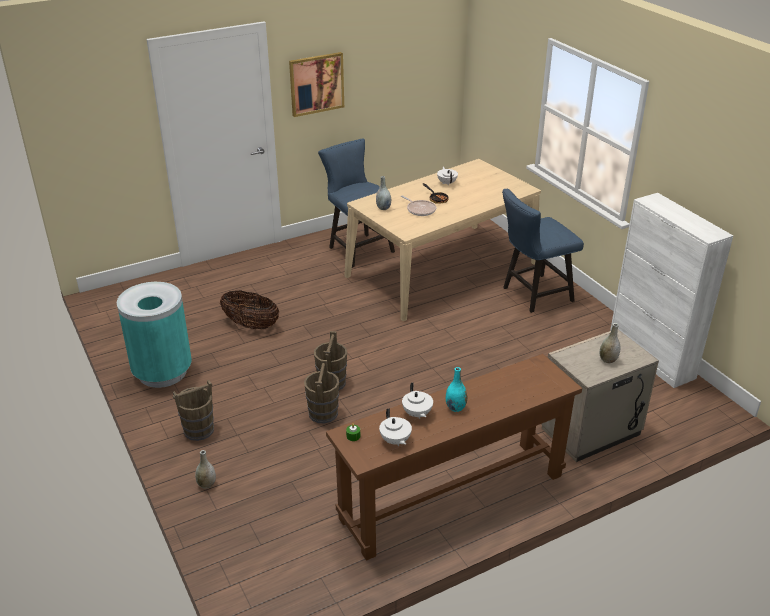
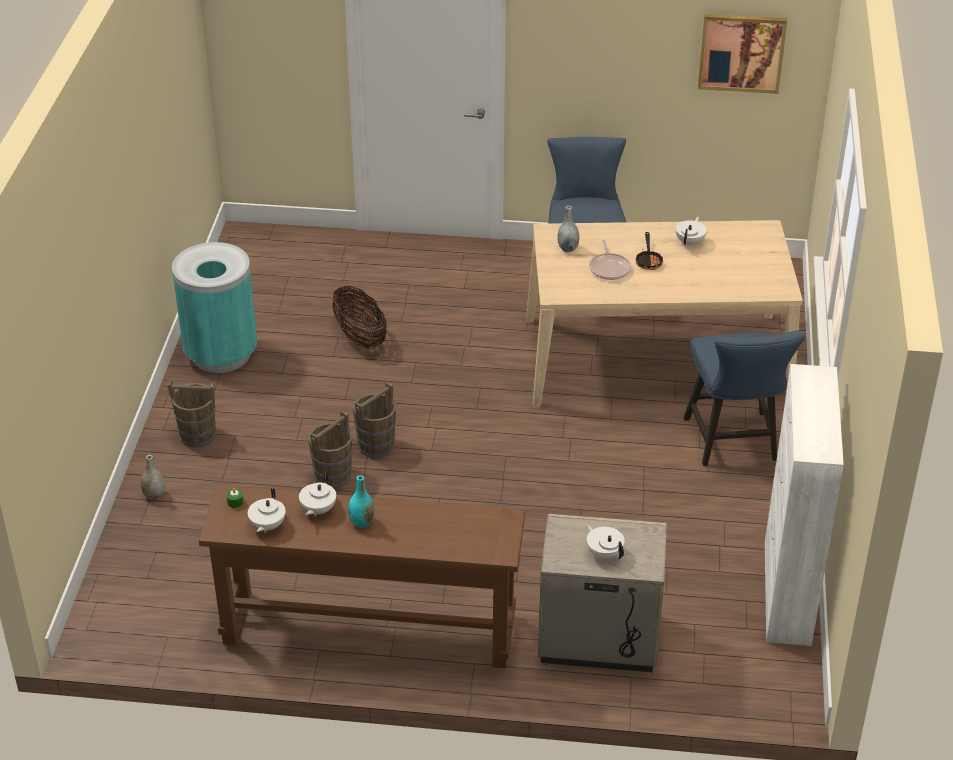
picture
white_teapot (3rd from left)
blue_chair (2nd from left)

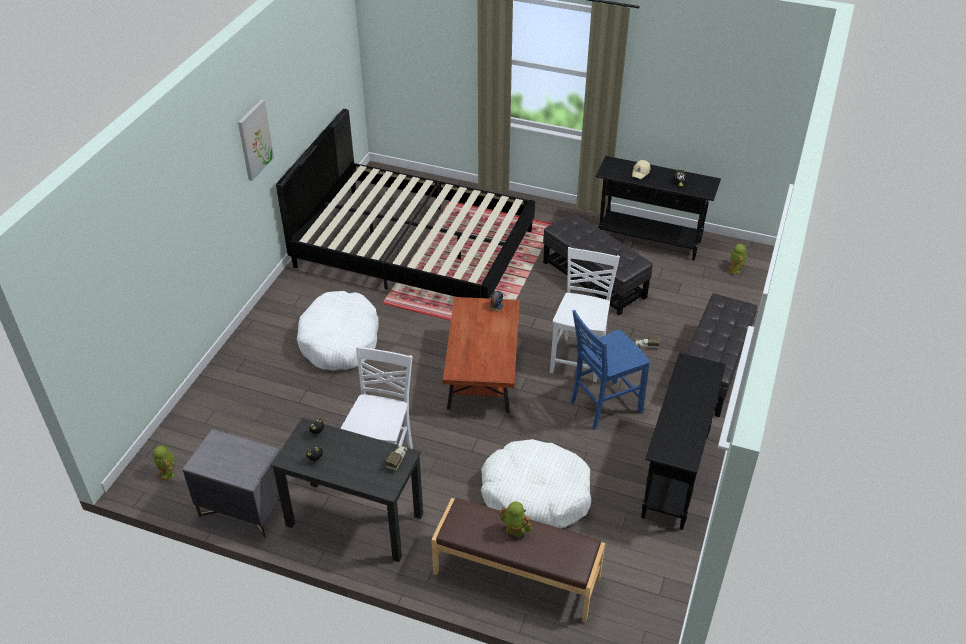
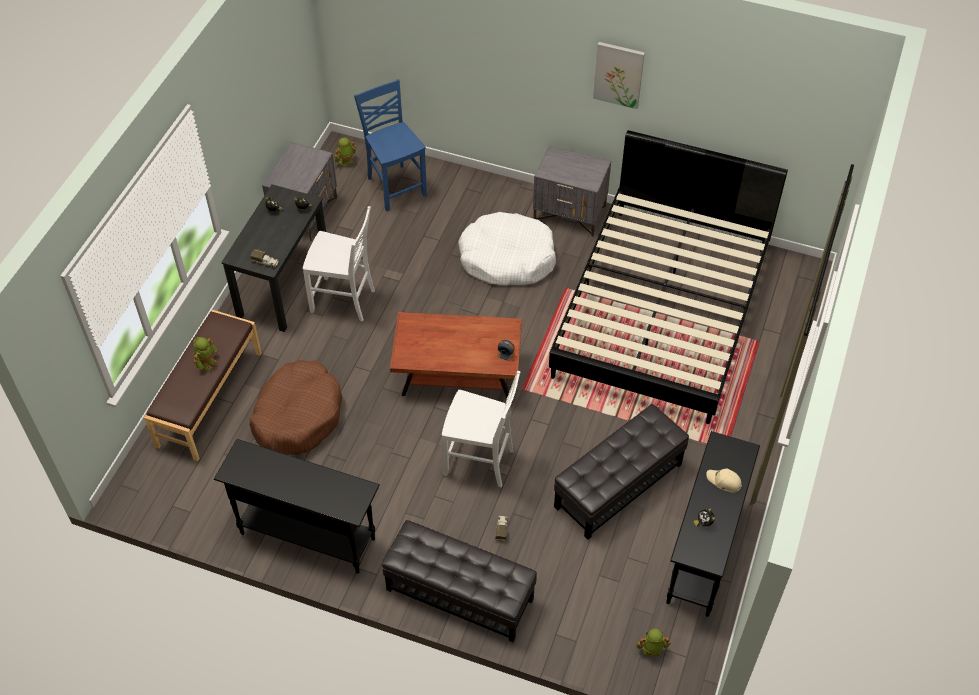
grey_nightstand (2nd from left)
blue_chair
brown_dog_bed

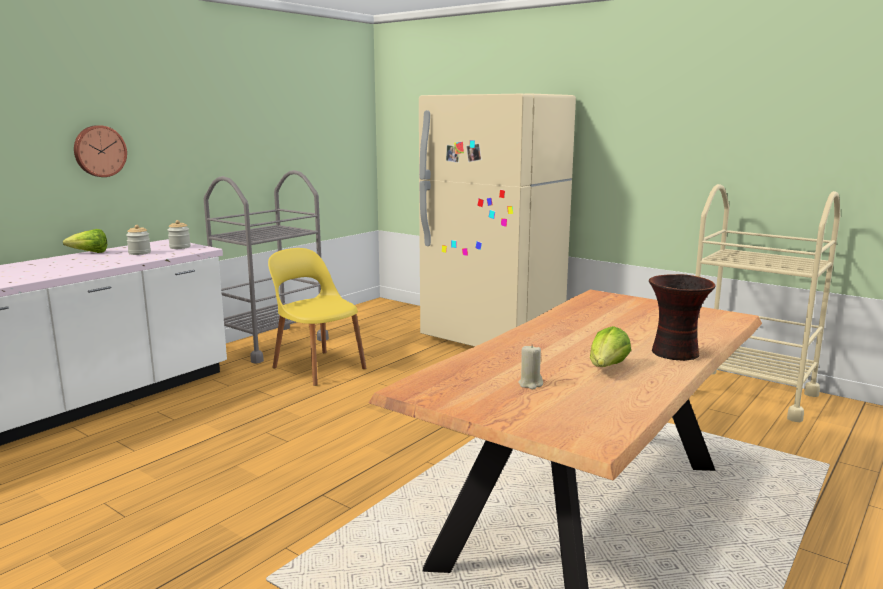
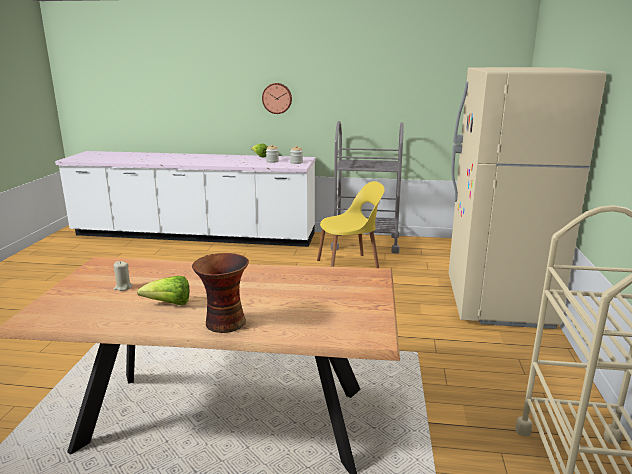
yellow_chair

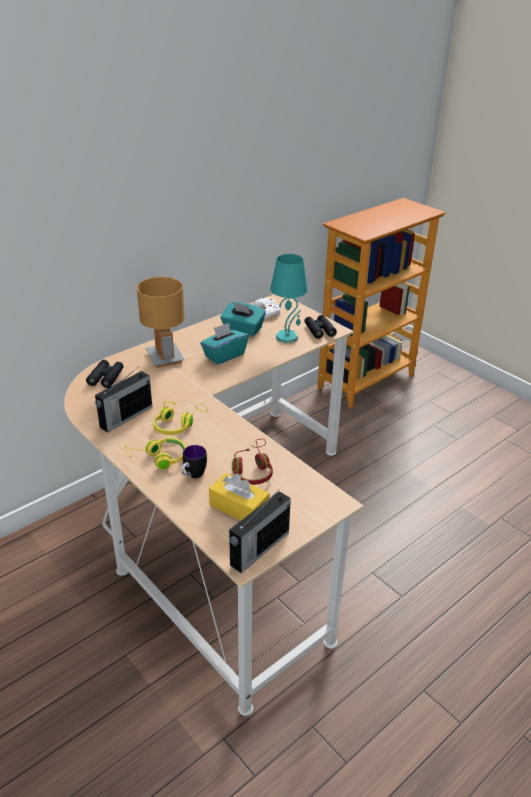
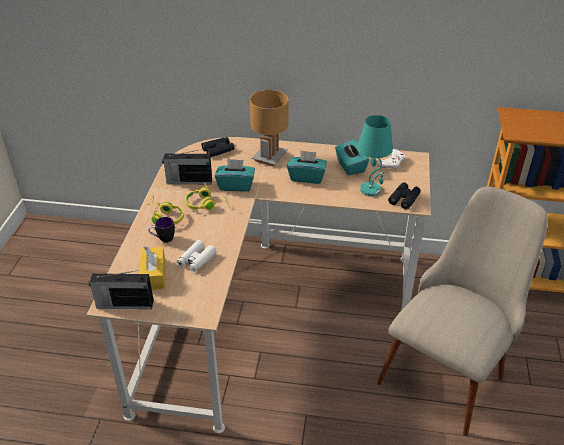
turquoise_tissue_box (1st from left)
beige_chair
white_binoculars

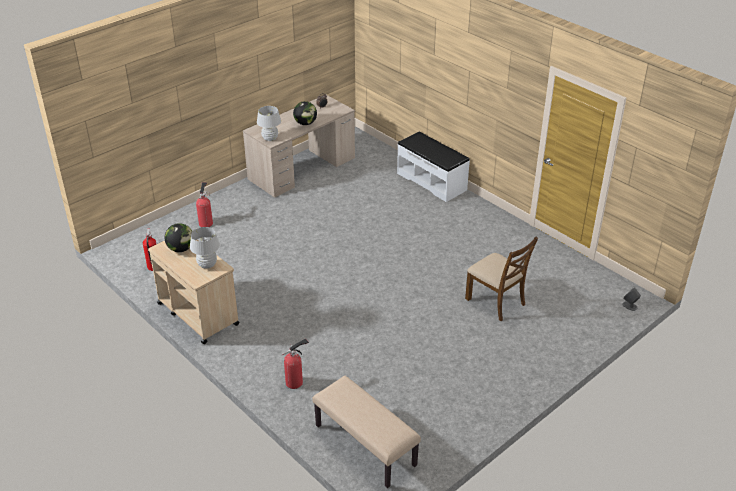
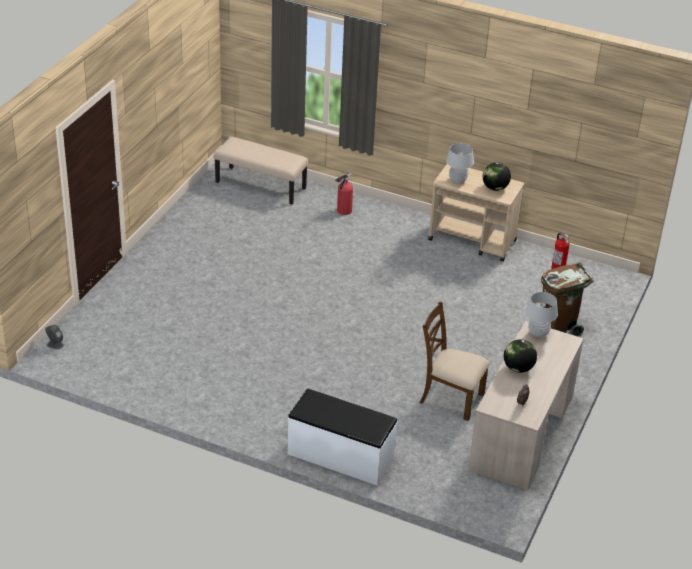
brown_chair
brown_trash_can

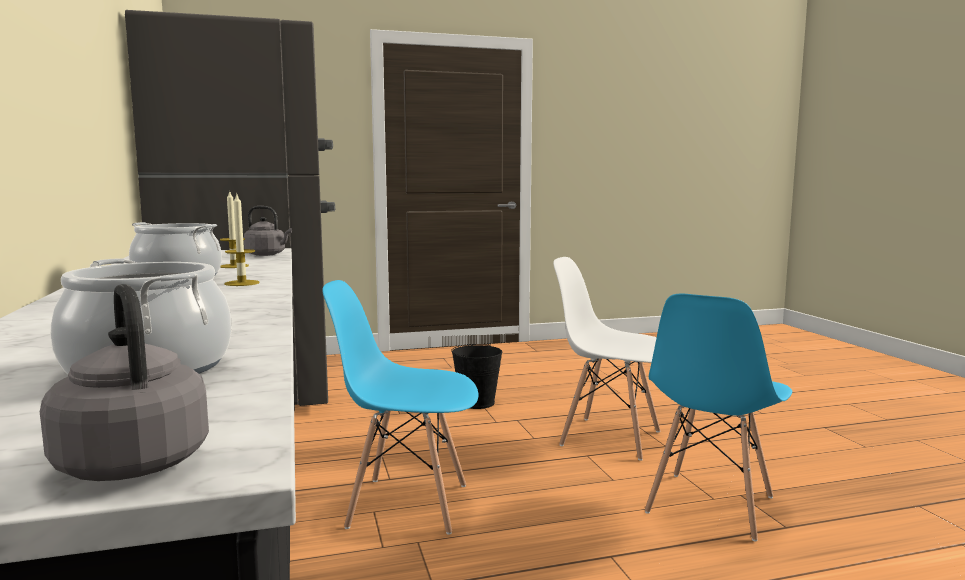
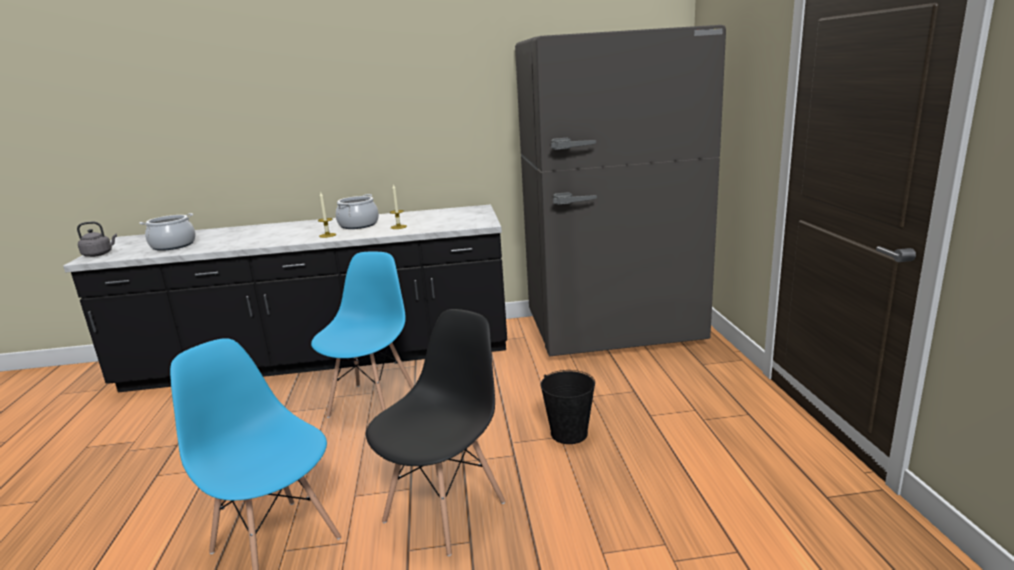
grey_kettle (2nd from left in the first image)
black_chair

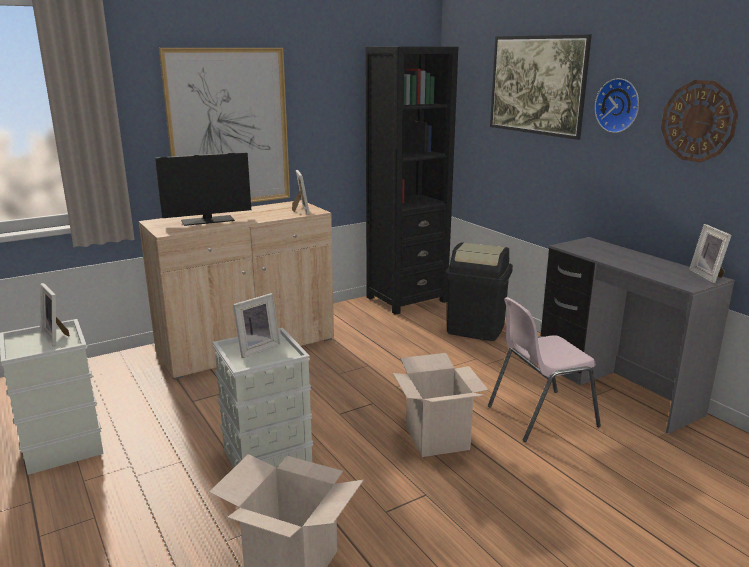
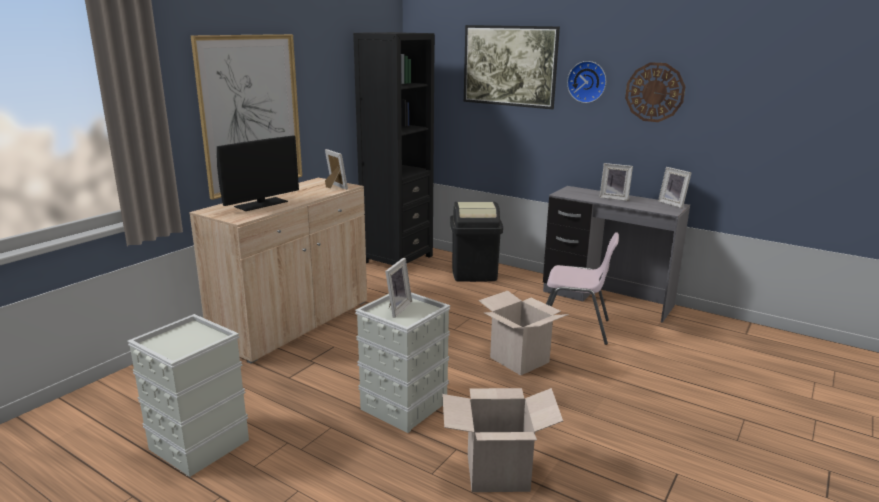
picture_frame (3rd from left)
pink_chair

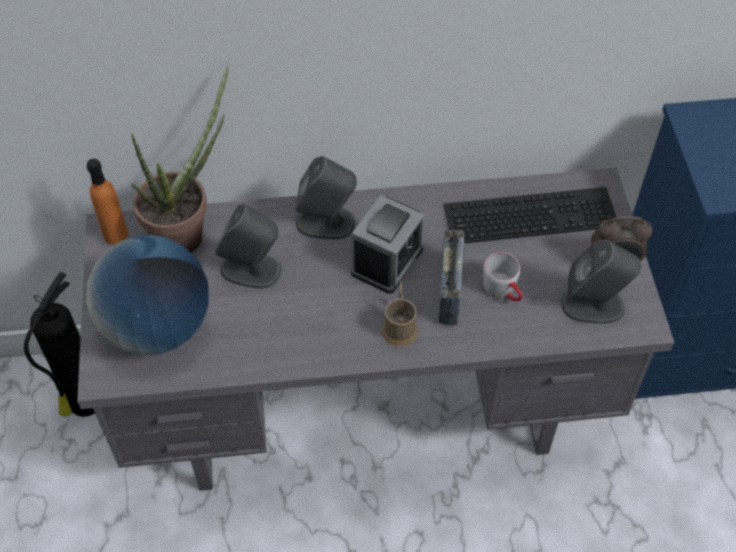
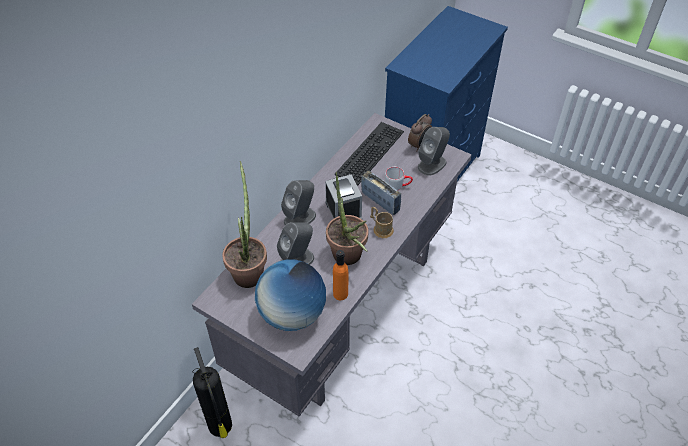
potted_plant (2nd from left)
orange_bottle

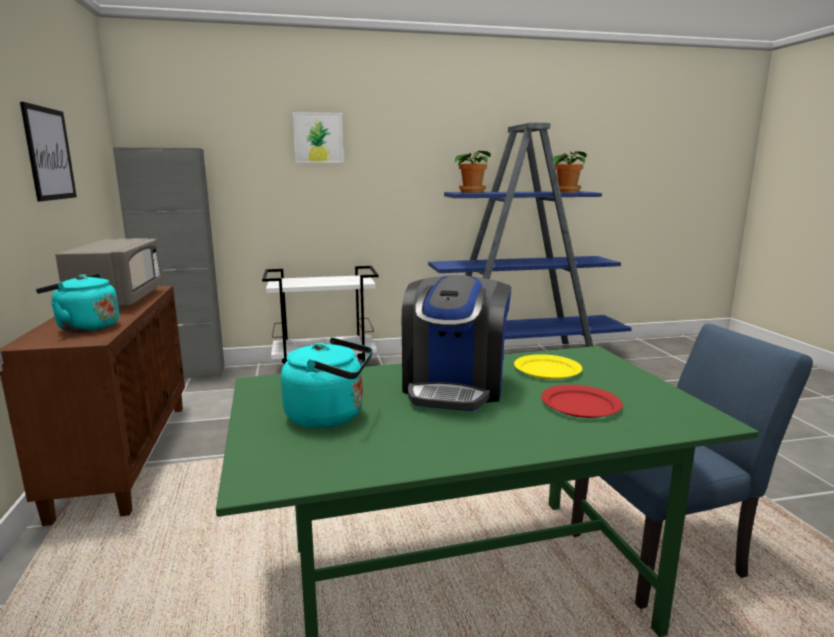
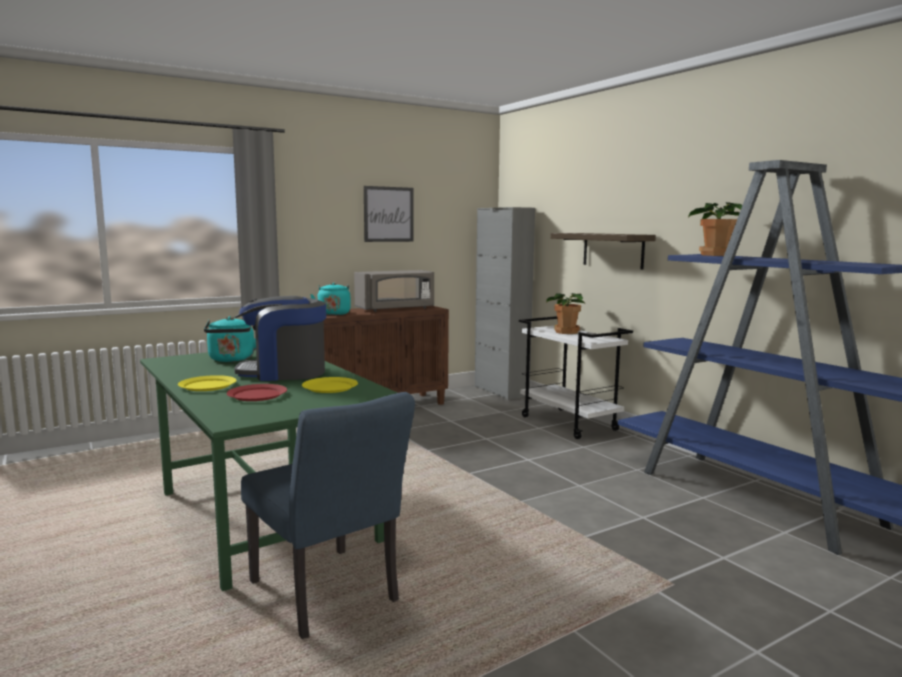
picture (2nd from left in the first image)
yellow_plate (1st from left)
shelf
potted_plant (1st from left)

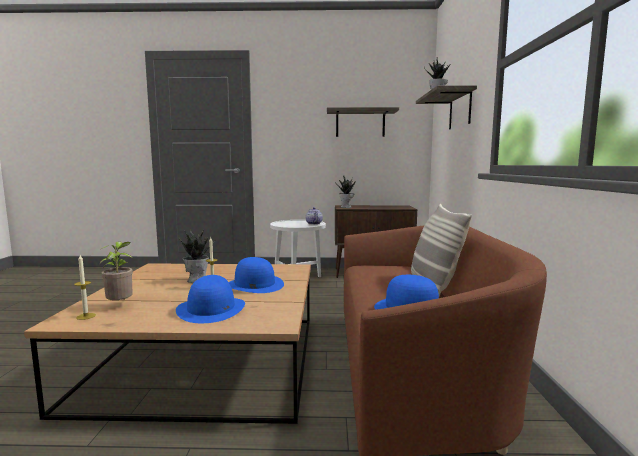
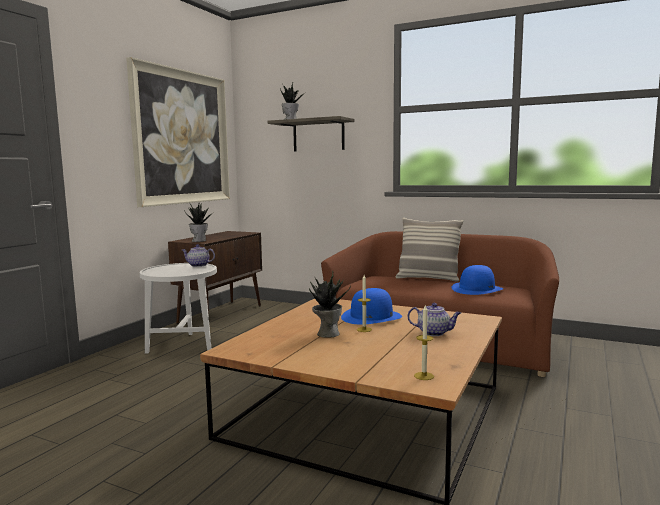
potted_plant (1st from left in the first image)
teapot (2nd from left)
picture

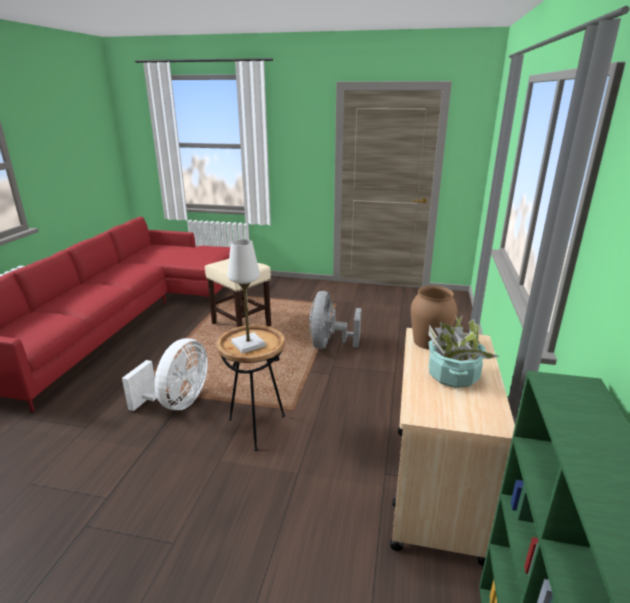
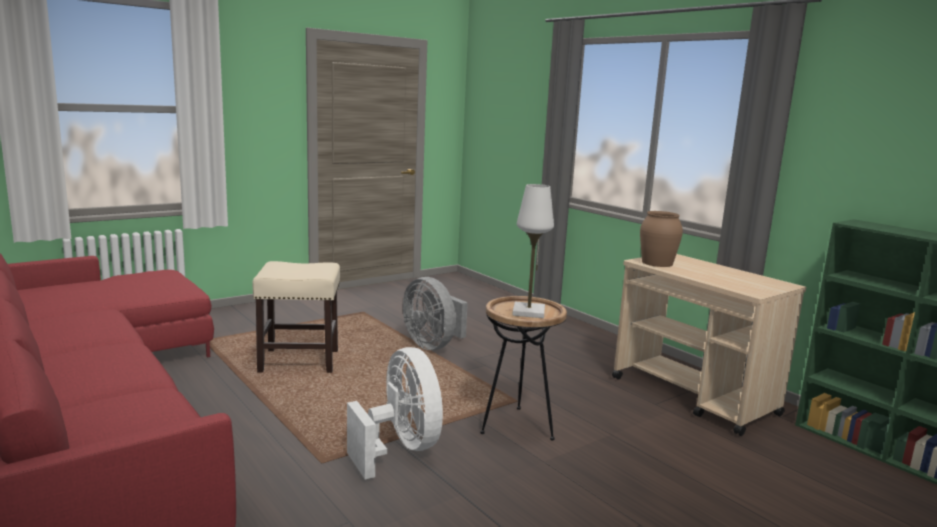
potted_plant

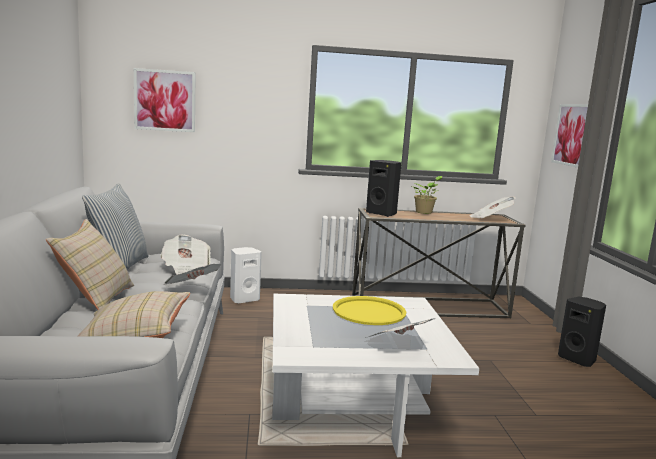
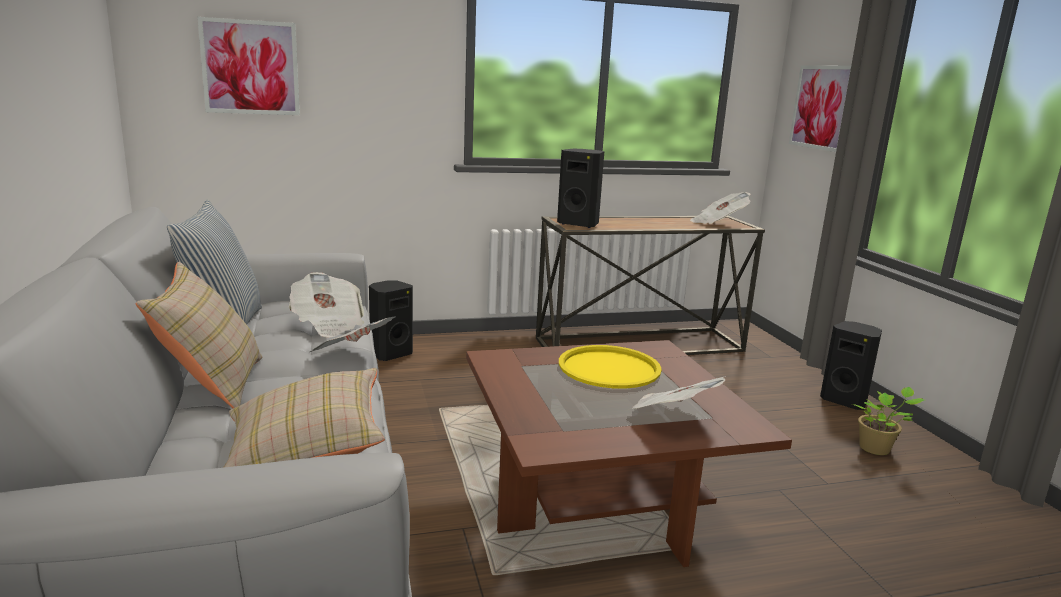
potted_plant
black_speaker (1st from left)
brown_coffee_table

